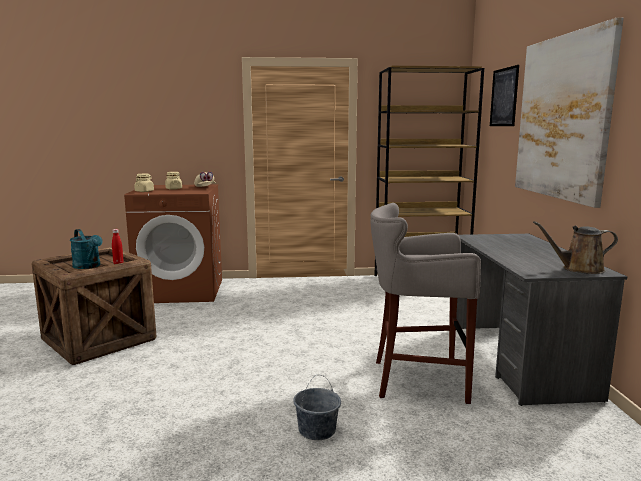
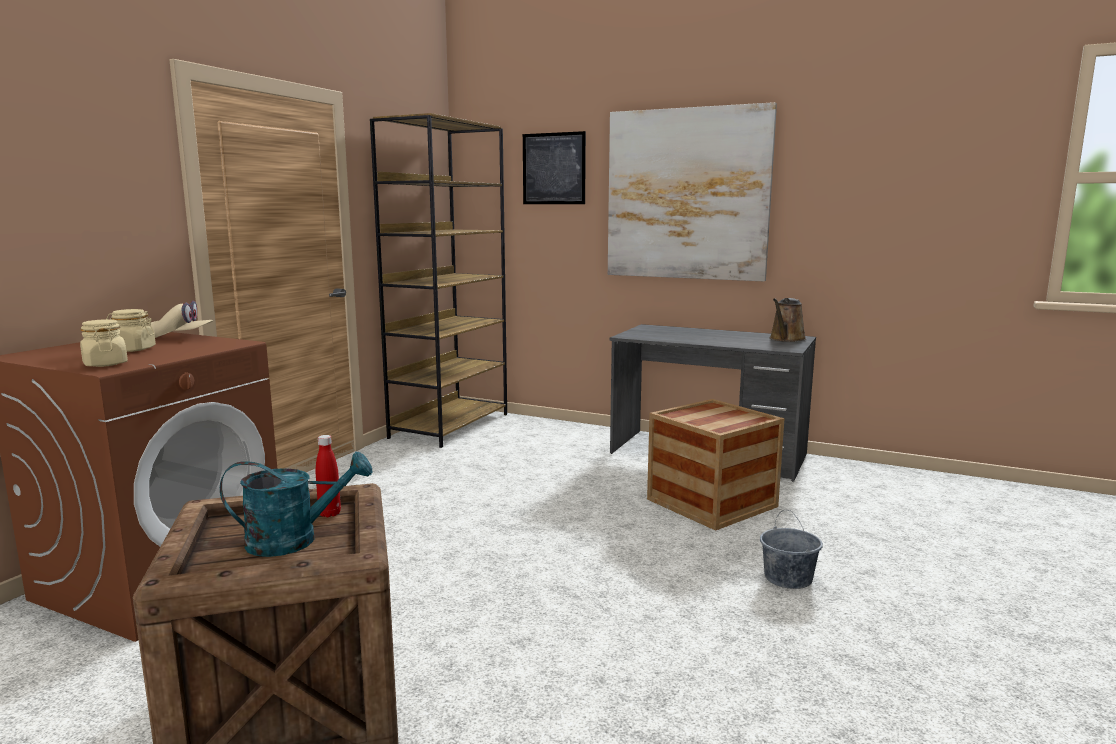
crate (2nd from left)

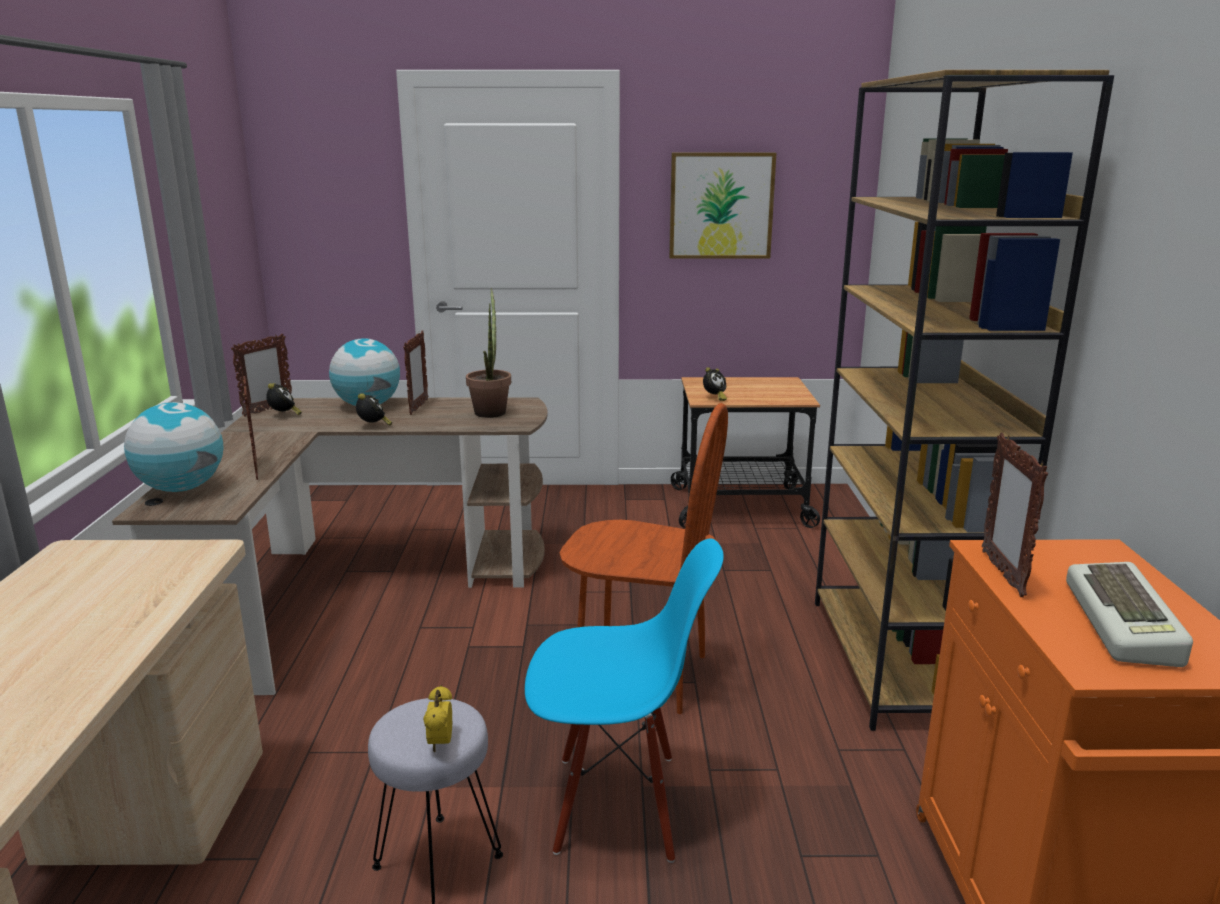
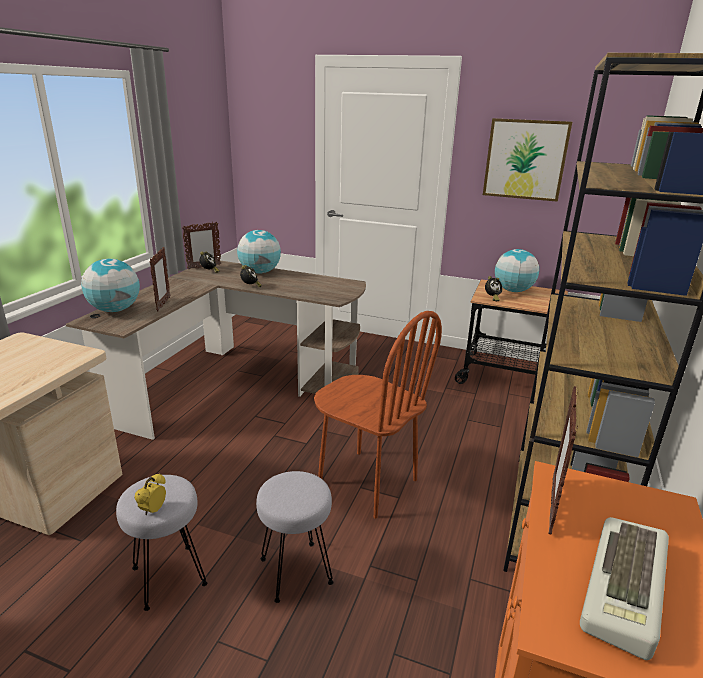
picture_frame (3rd from left in the first image)
potted_plant
globe (3rd from left)
grey_stool (2nd from left)

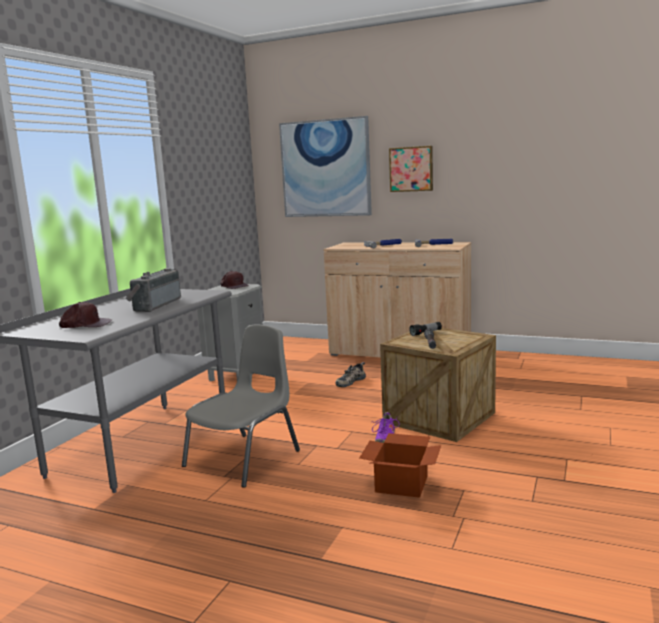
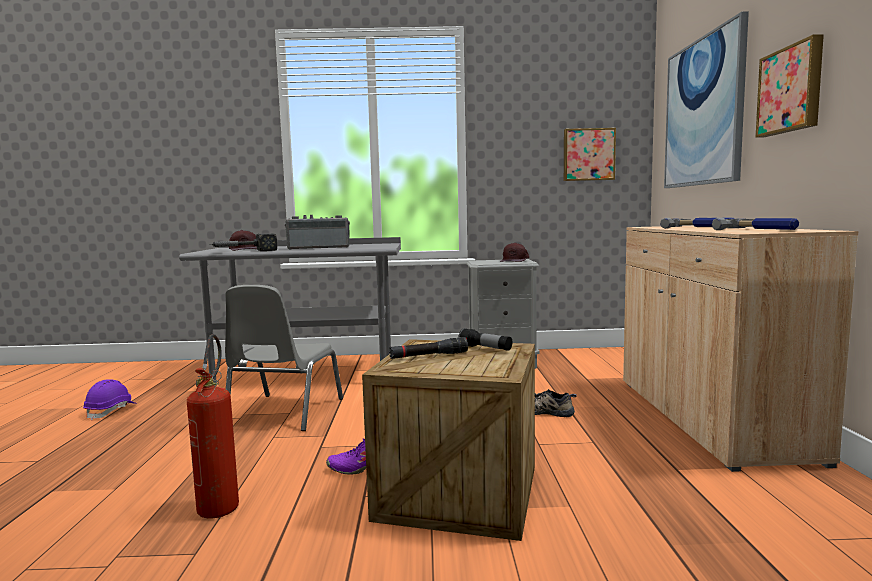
purple_hard_hat
hammer (1st from left)
picture (1st from left)
fire_extinguisher
grey_chair

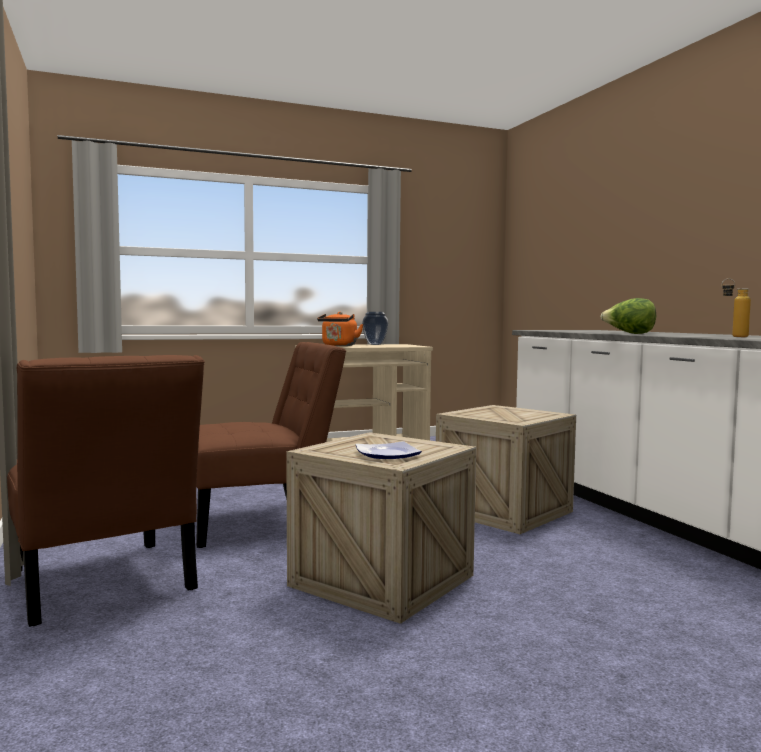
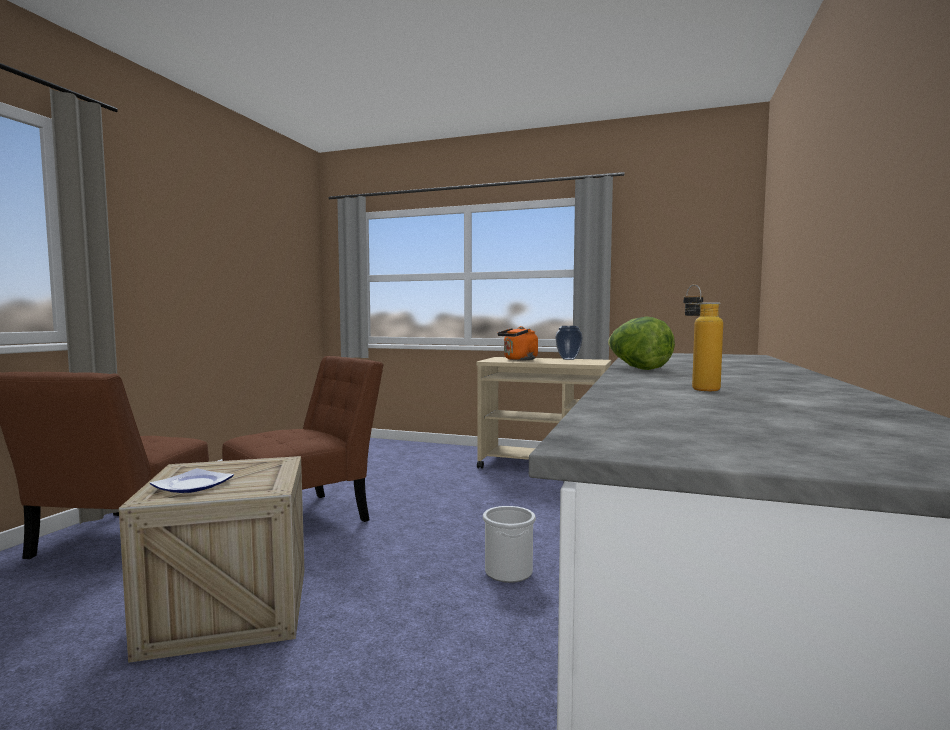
bucket
brown_chair (2nd from left)

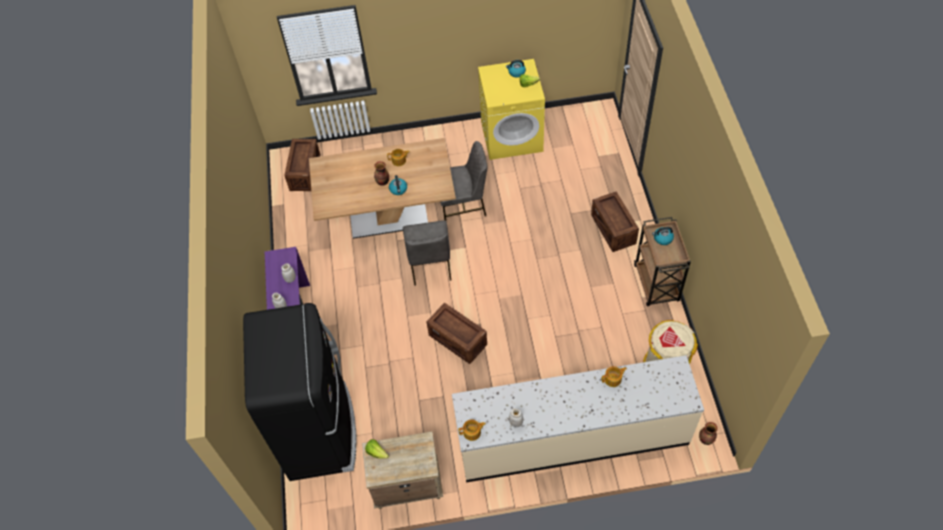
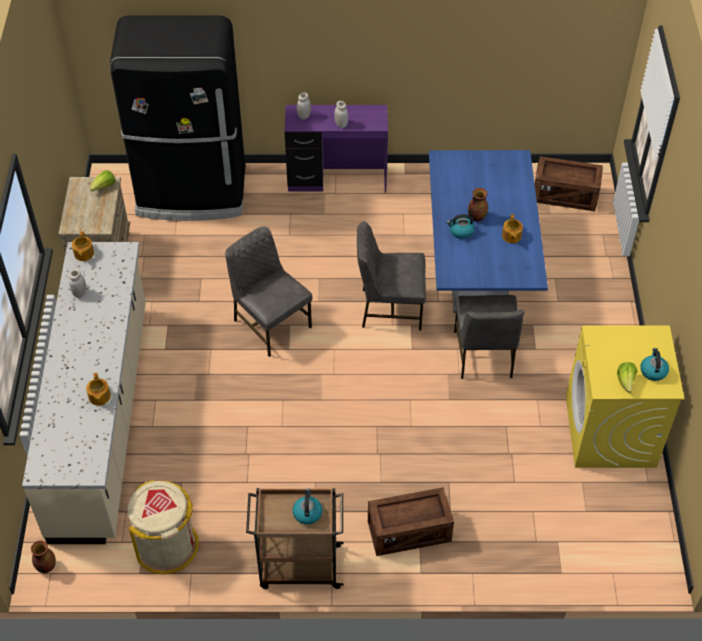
grey_chair (1st from left)
blue_dining_table

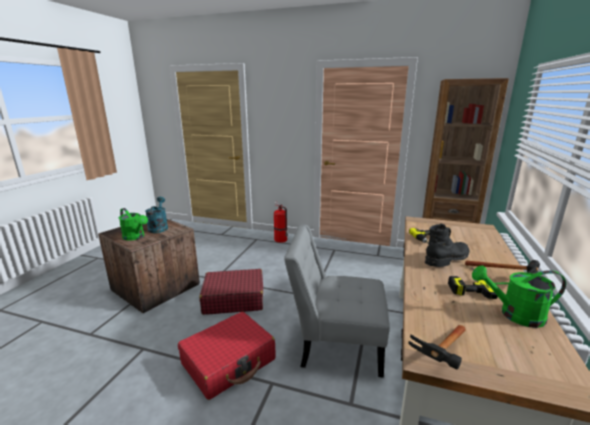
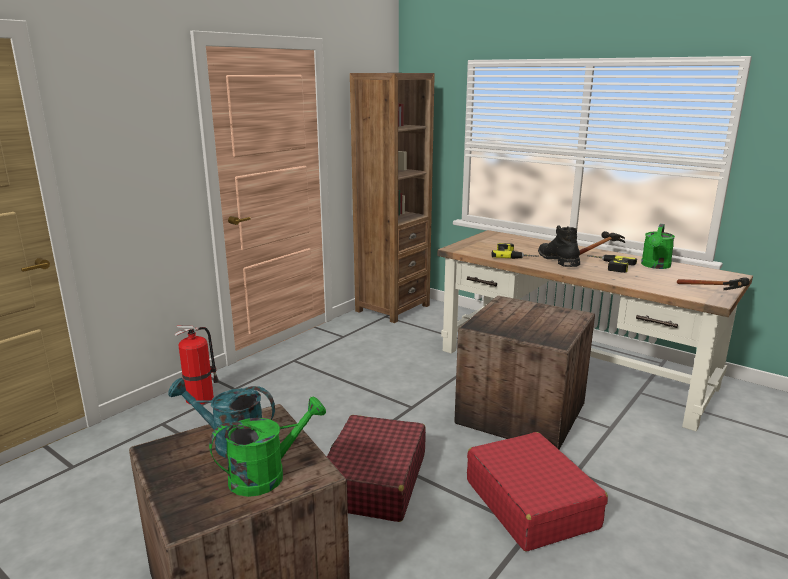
crate (2nd from left)

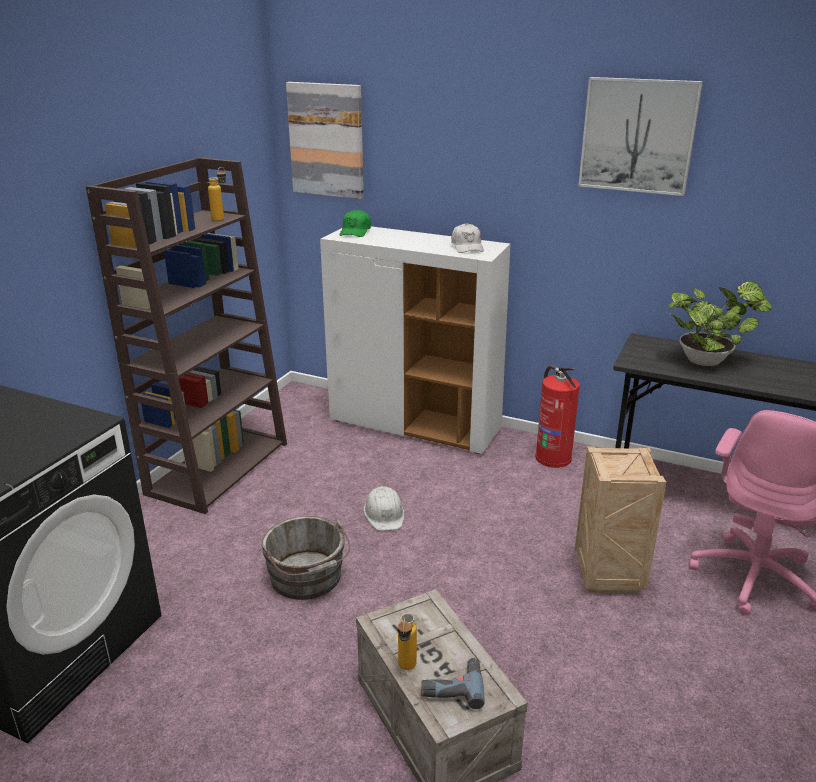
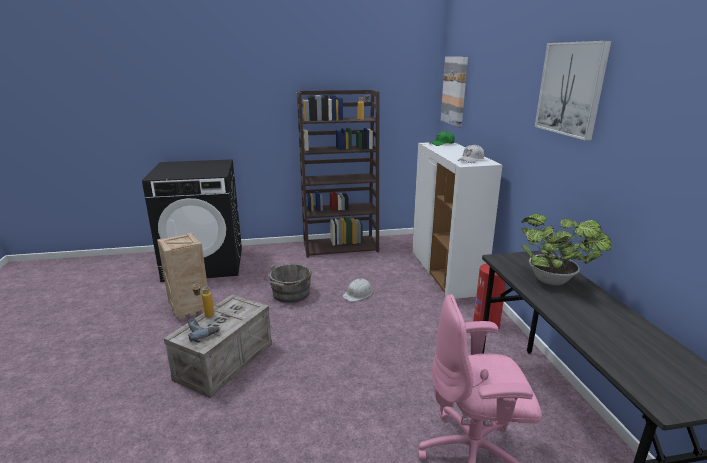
crate (1st from left)

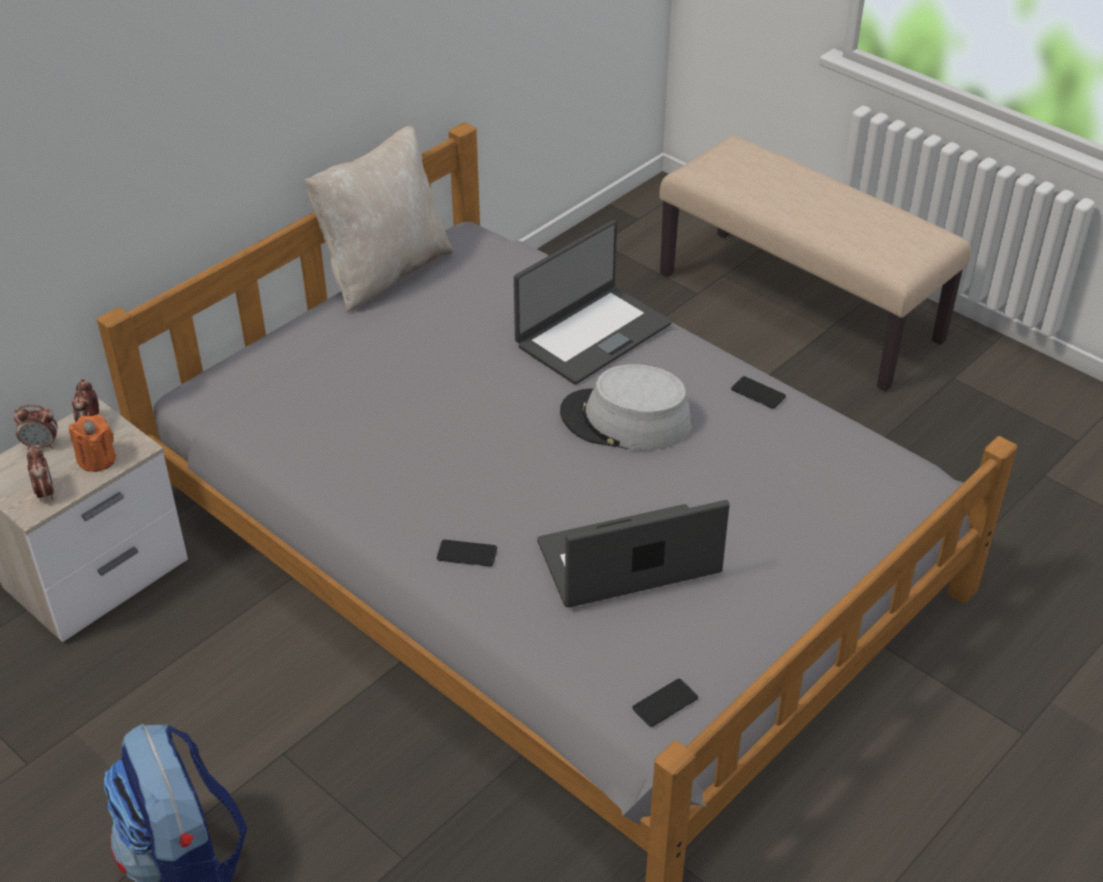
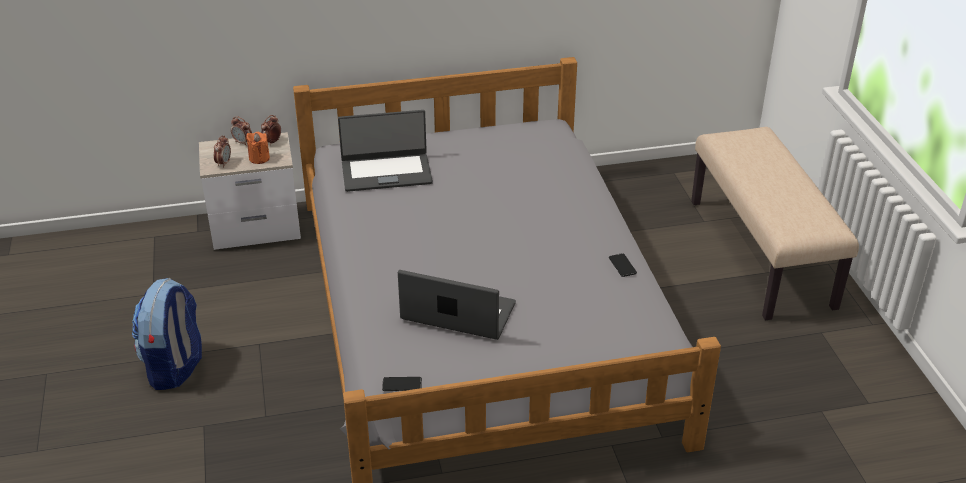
beige_pillow
phone (1st from left in the first image)
grey_hat
laptop (1st from left)

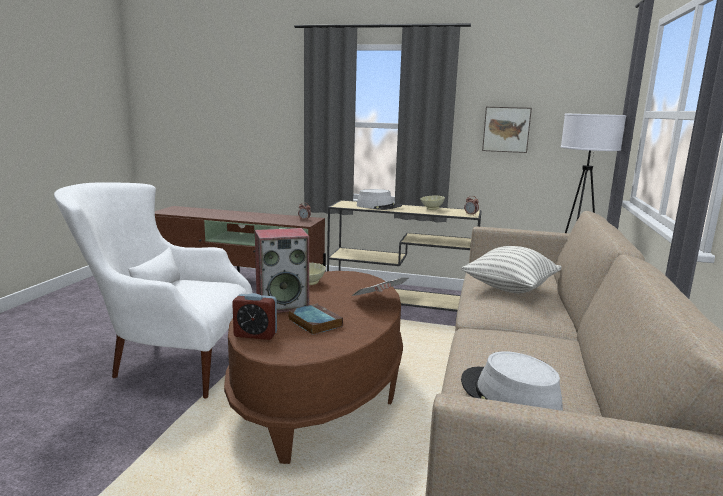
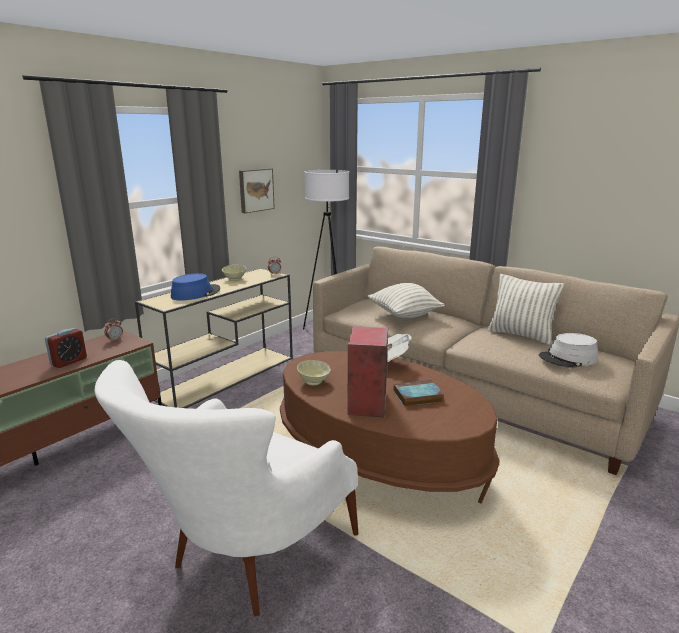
pillow (2nd from left)
alarm_clock (1st from left)
blue_hat

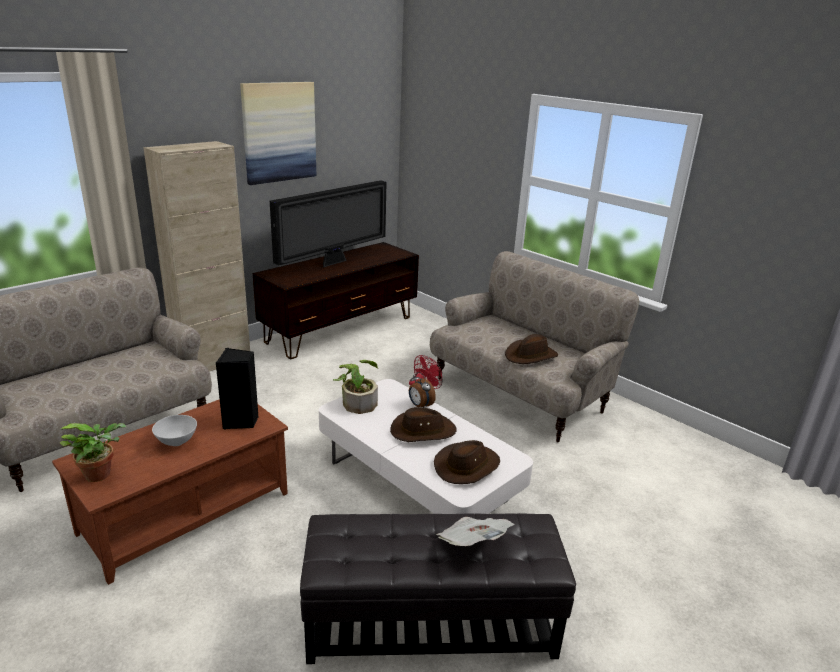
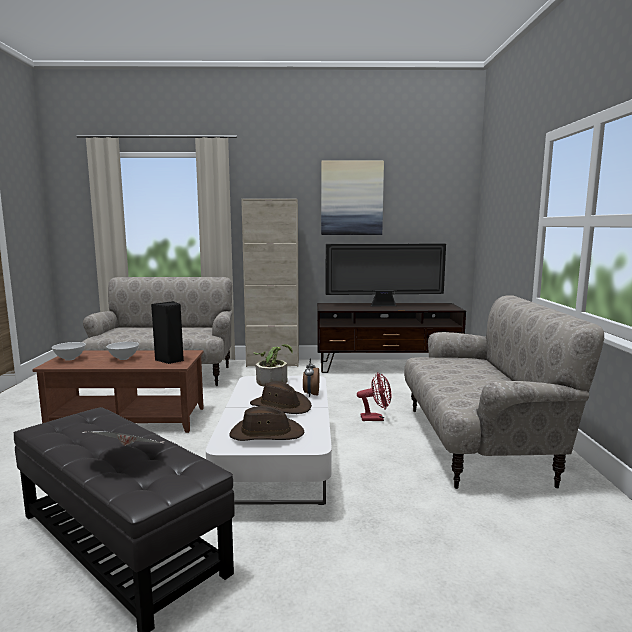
brown_hat (3rd from left in the first image)
white_bowl (1st from left)

